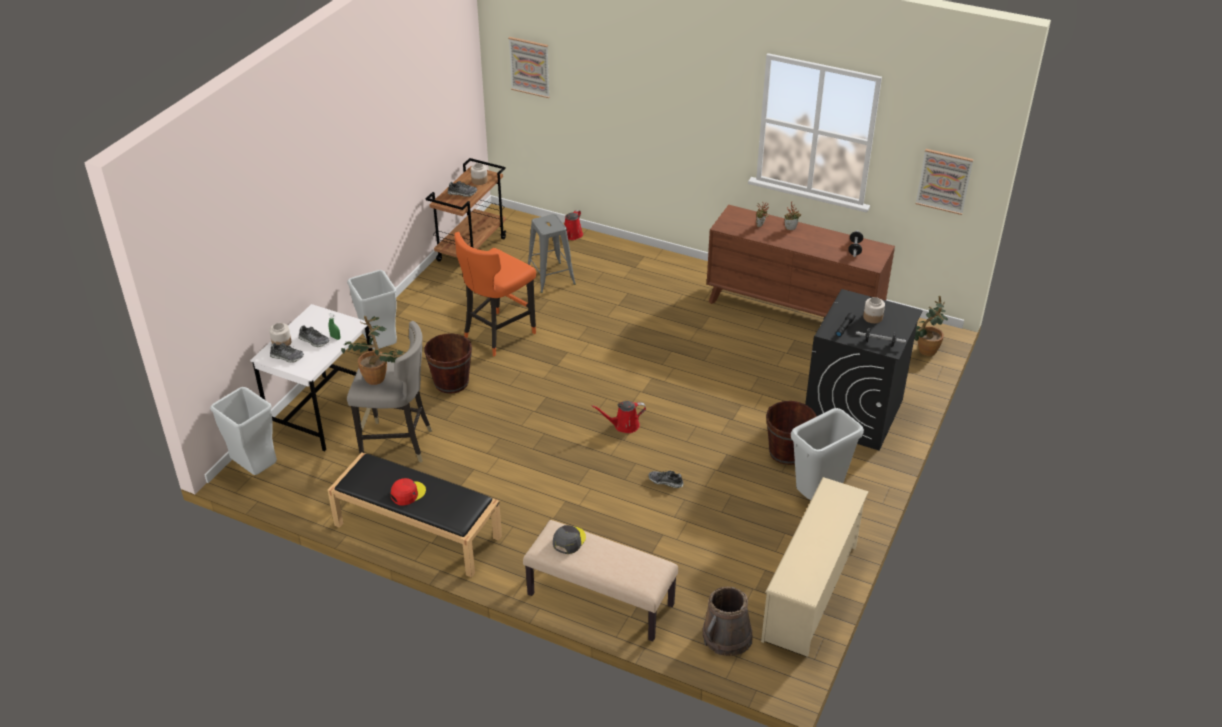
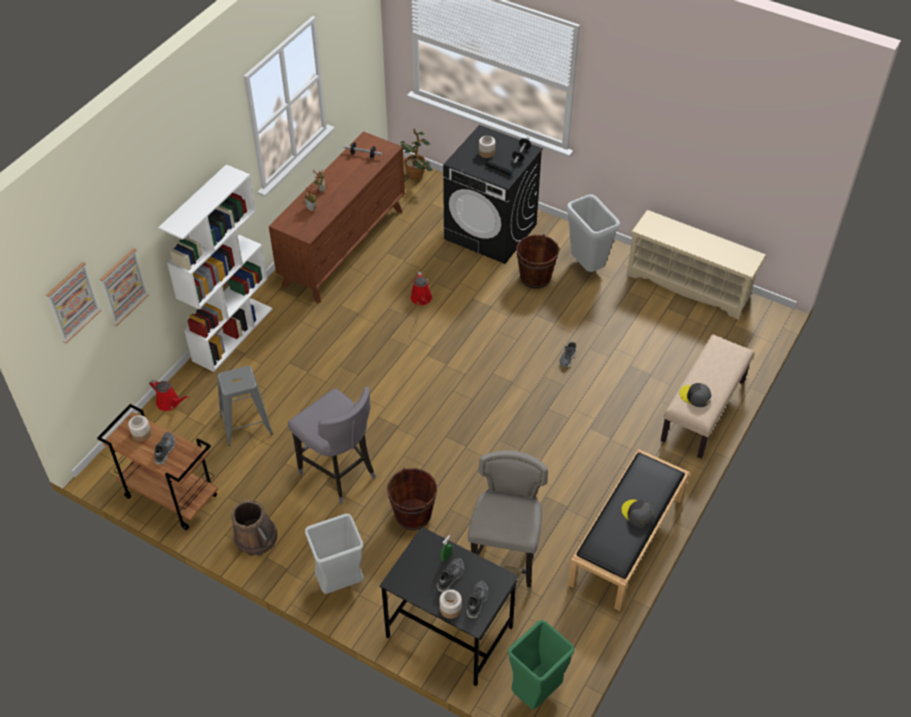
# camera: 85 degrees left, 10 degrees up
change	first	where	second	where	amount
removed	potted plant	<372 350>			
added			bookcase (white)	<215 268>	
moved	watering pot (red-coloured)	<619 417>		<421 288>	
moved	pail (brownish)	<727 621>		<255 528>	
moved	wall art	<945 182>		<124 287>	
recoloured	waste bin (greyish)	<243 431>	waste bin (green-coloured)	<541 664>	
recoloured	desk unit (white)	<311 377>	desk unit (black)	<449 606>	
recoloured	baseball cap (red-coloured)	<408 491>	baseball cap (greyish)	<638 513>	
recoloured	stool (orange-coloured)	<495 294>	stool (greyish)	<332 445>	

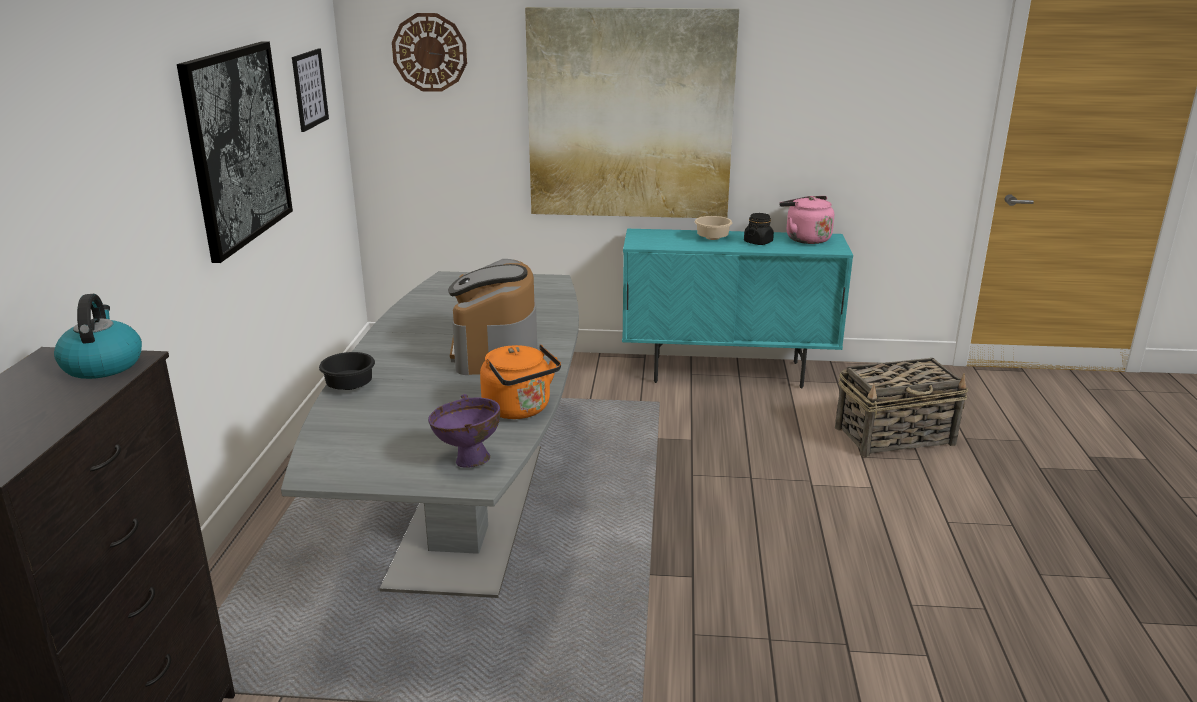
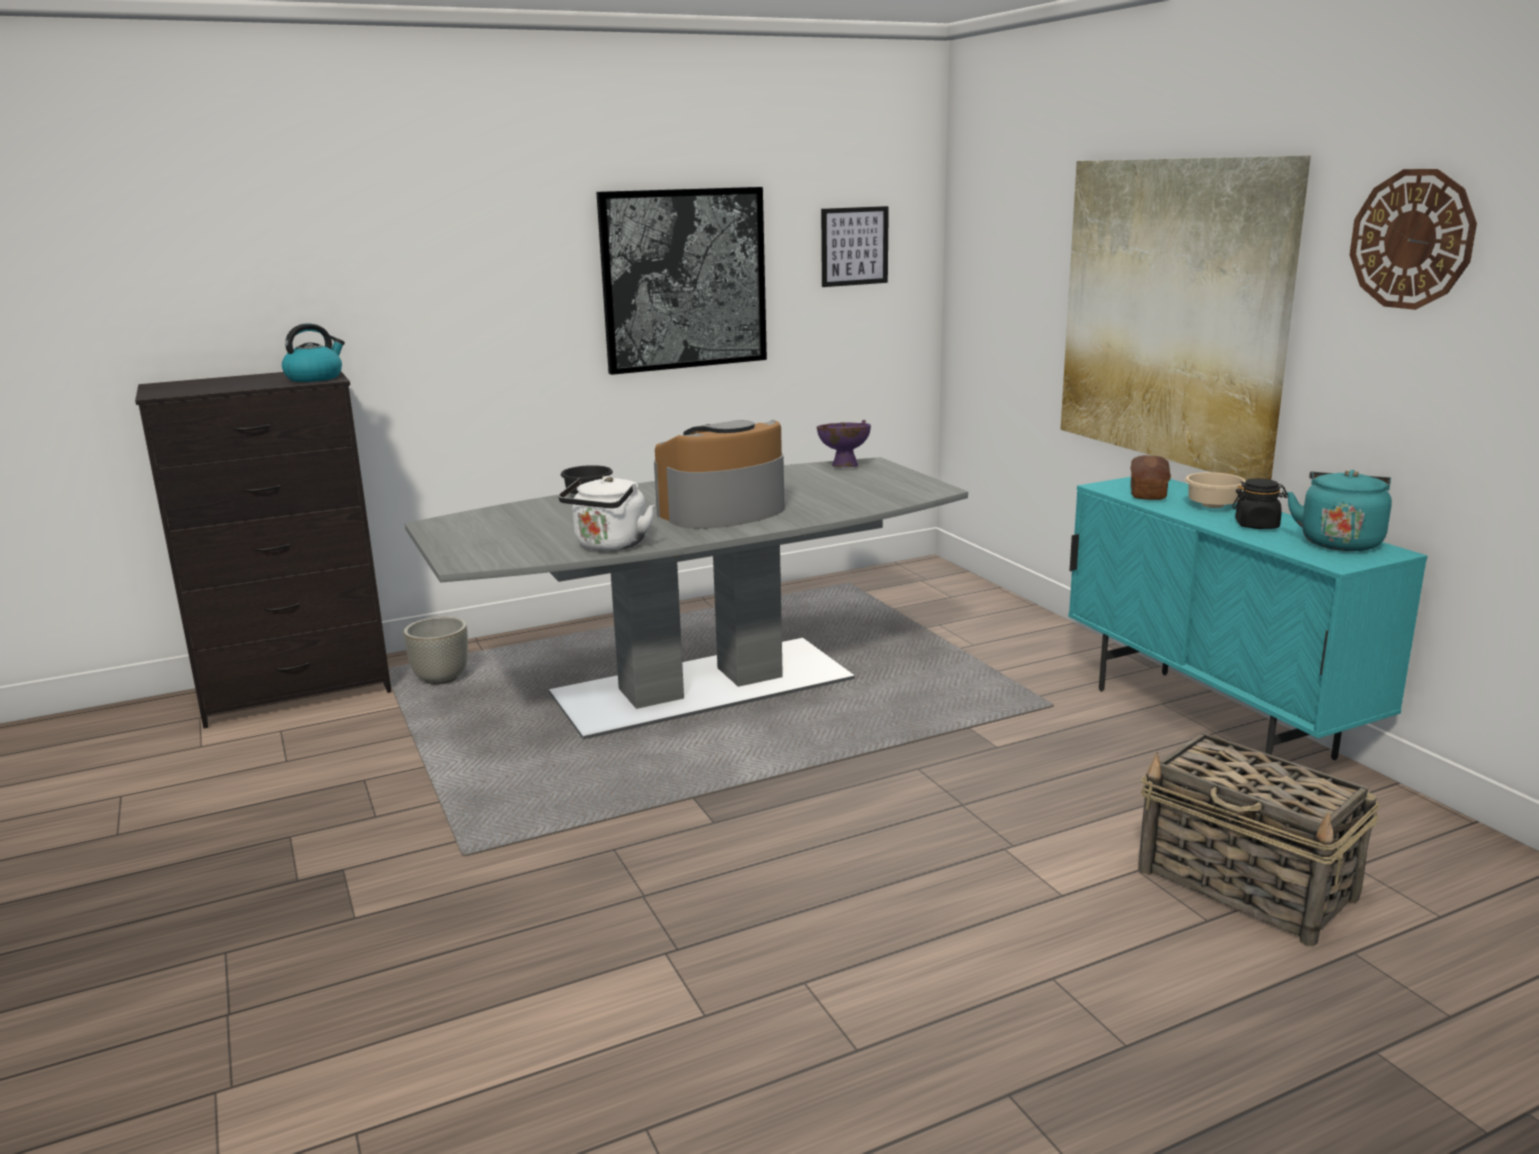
# camera: 60 degrees right, 5 degrees down
change	first	where	second	where	amount
added			flower pot (greyish)	<436 650>	
added			bread	<1151 477>	
moved	wall clock	<429 52>		<1413 239>	
moved	serving bowl (purplish)	<464 431>		<844 443>	
recoloured	kettle (orange-coloured)	<520 382>	kettle (white)	<606 513>	
recoloured	kettle (pink)	<806 220>	kettle (blue-green)	<1339 510>	

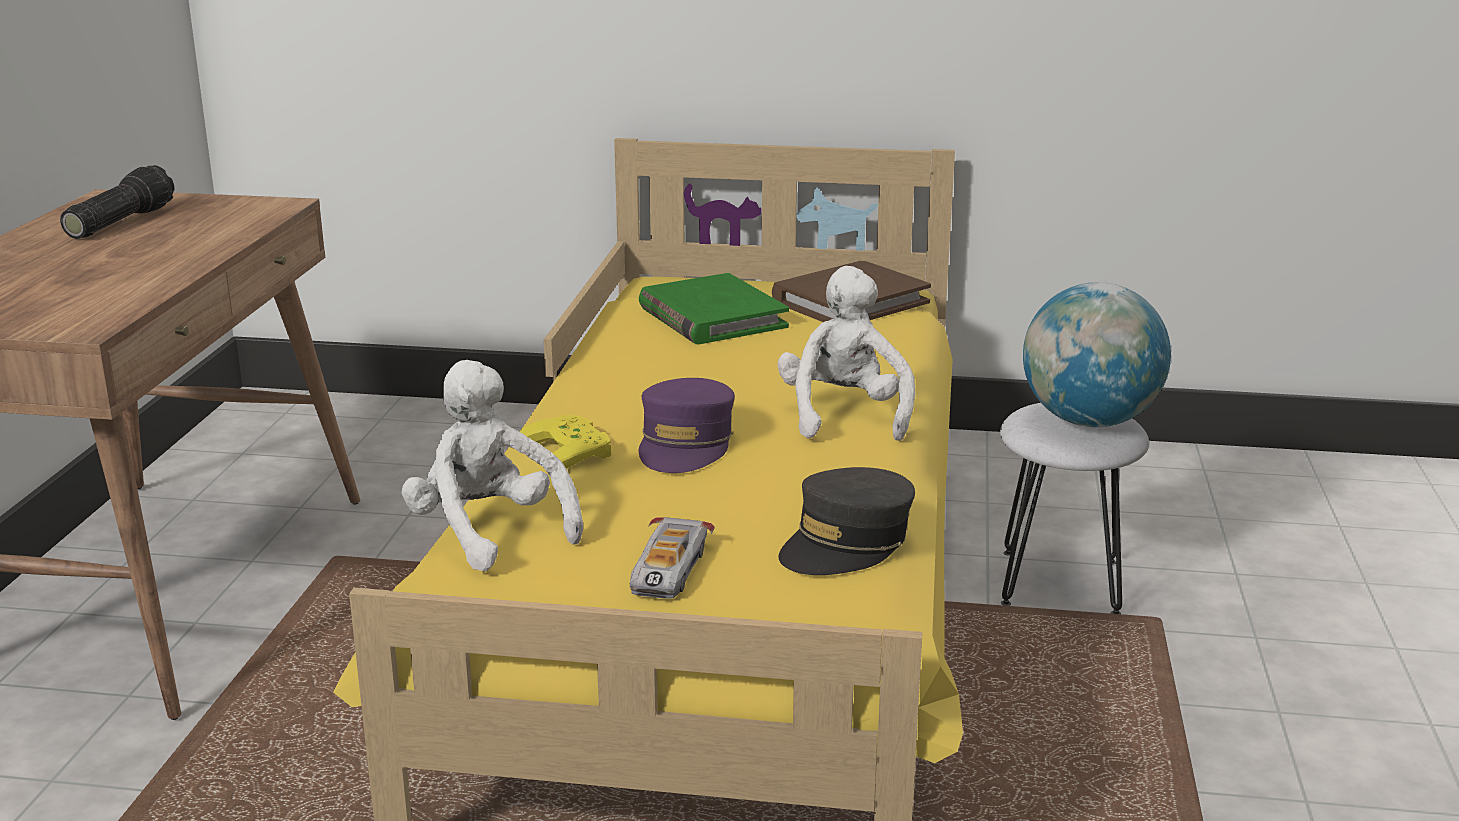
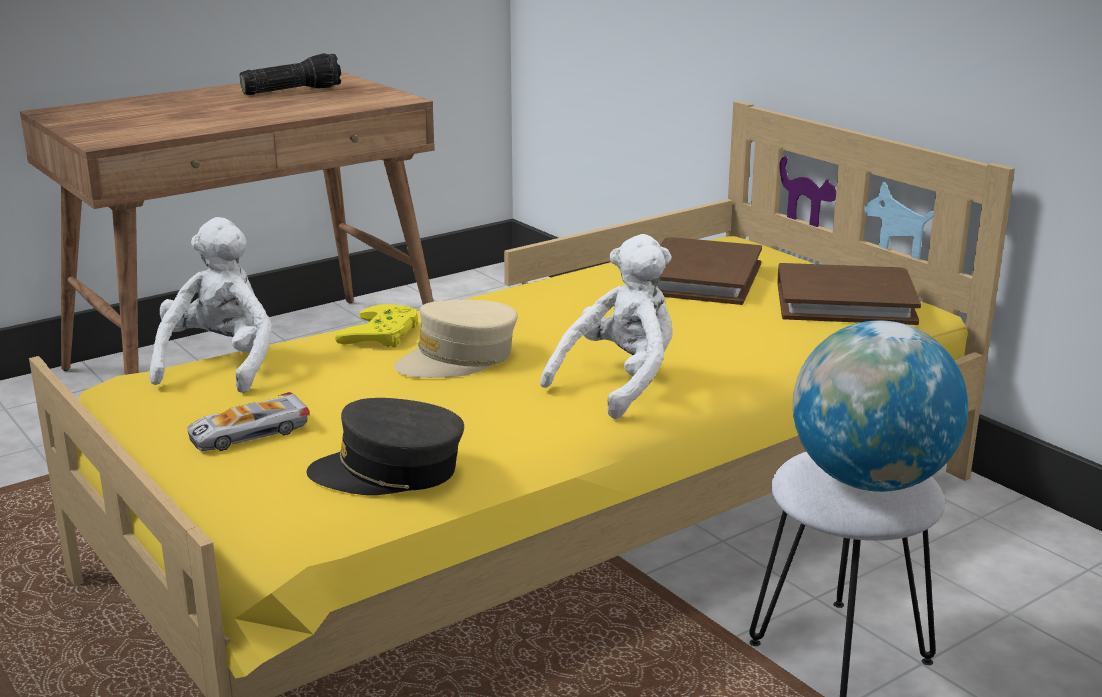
# camera: 45 degrees right, 0 degrees up
change	first	where	second	where	amount
recoloured	baseball cap (purplish)	<686 425>	baseball cap (sand-coloured)	<456 339>	
recoloured	bound book (green-coloured)	<714 308>	bound book (brownish)	<709 271>	

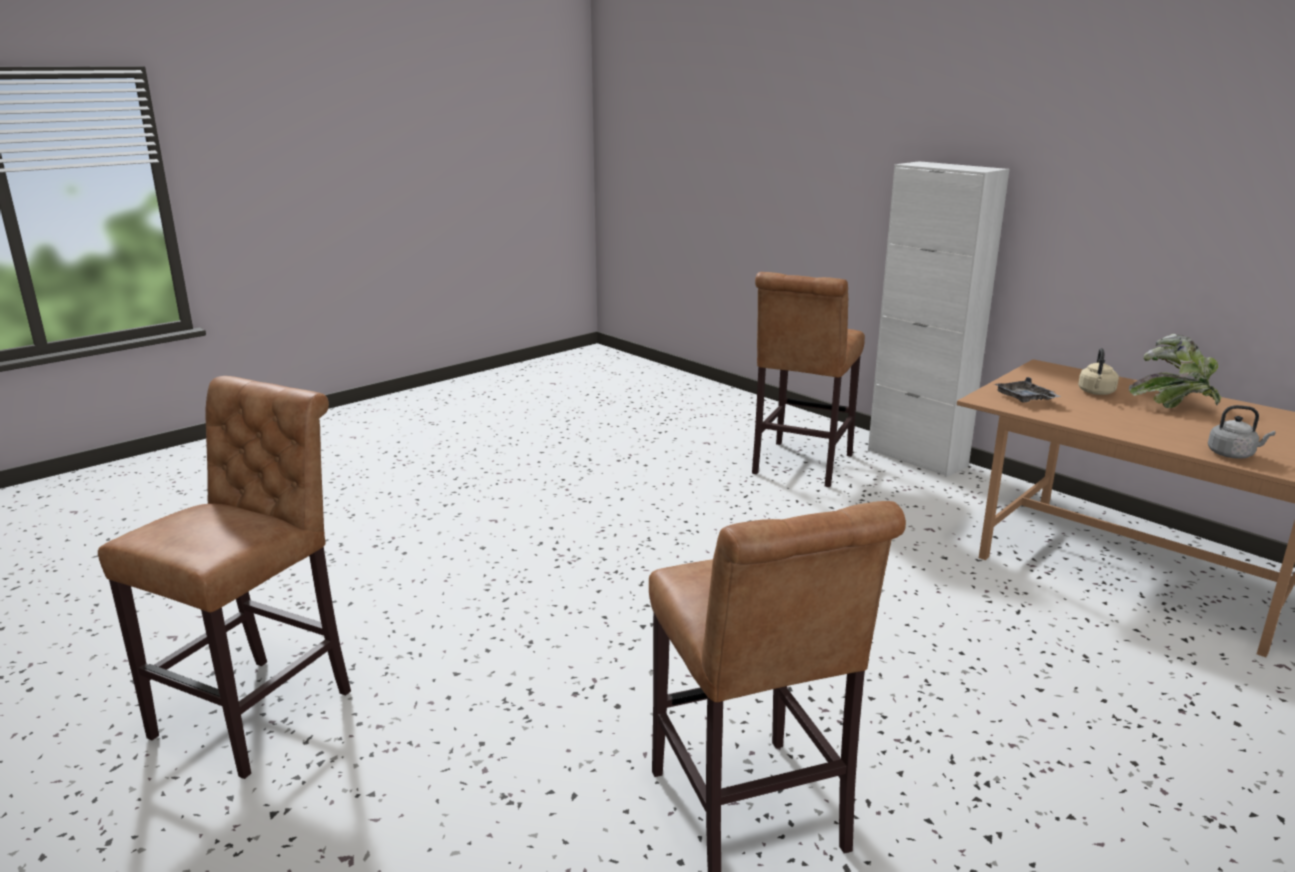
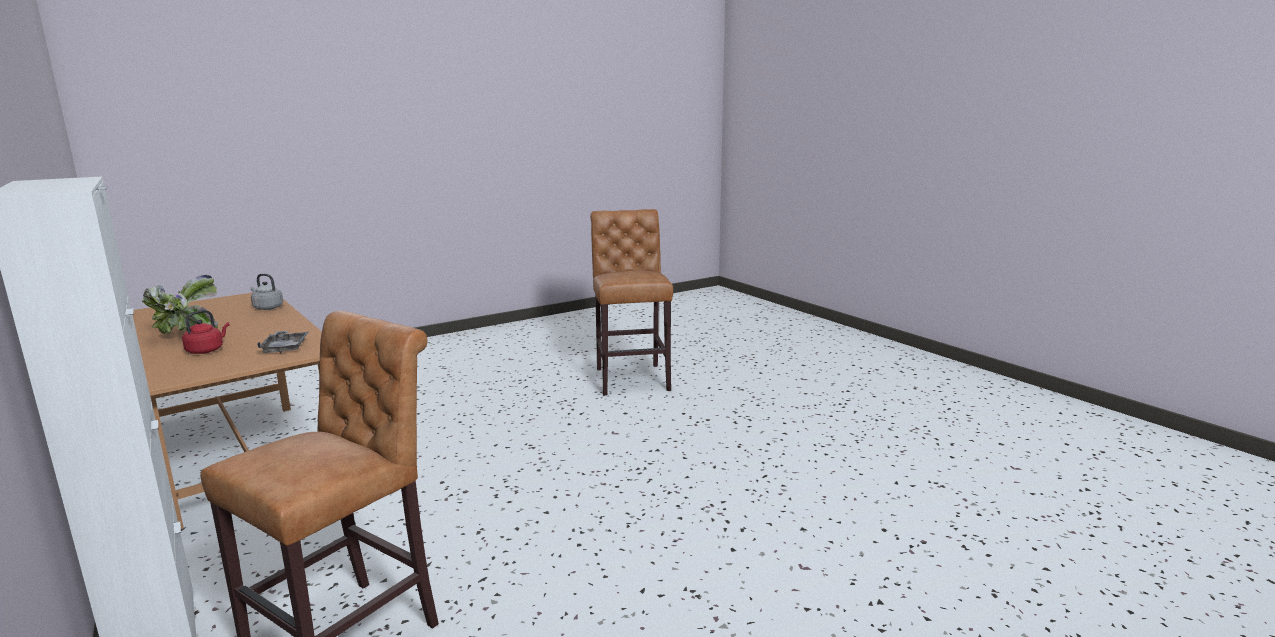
# camera: 170 degrees left, 5 degrees down
change	first	where	second	where	amount
removed	stool (brownish)	<224 577>			
recoloured	kettle (sand-coloured)	<1098 371>	kettle (red-coloured)	<205 332>	

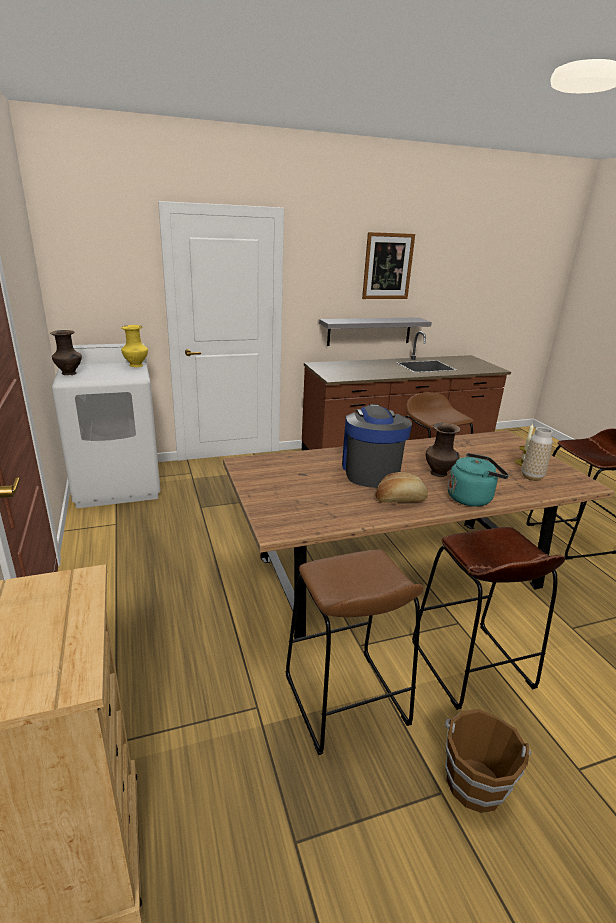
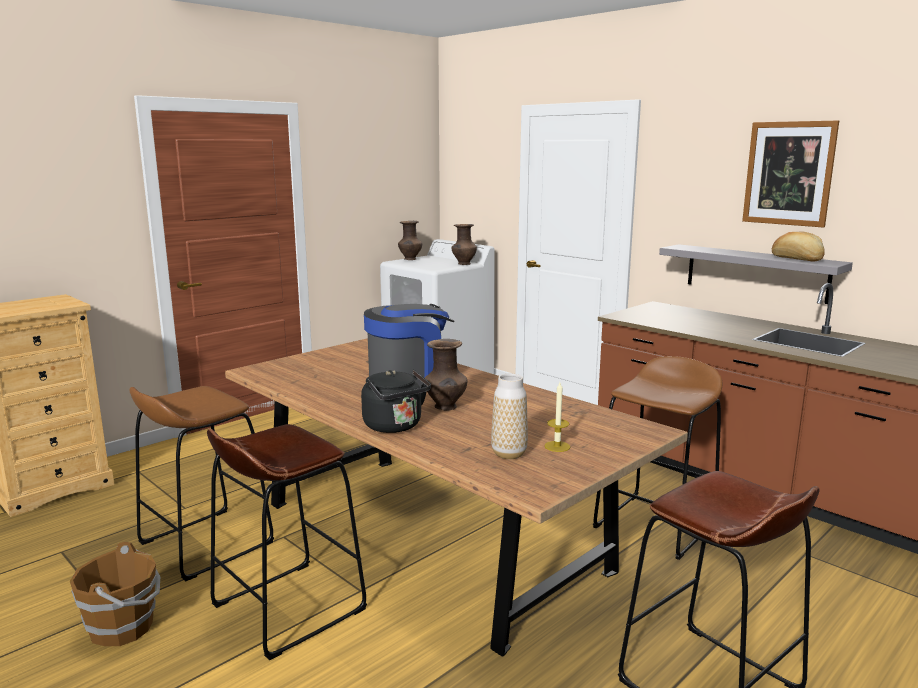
# camera: 65 degrees right, 10 degrees down
change	first	where	second	where	amount
moved	bread	<401 487>		<798 246>	
recoloured	flower vase (yellowish)	<134 346>	flower vase (brownish)	<464 244>	
recoloured	kettle (blue-green)	<478 480>	kettle (black)	<396 401>	

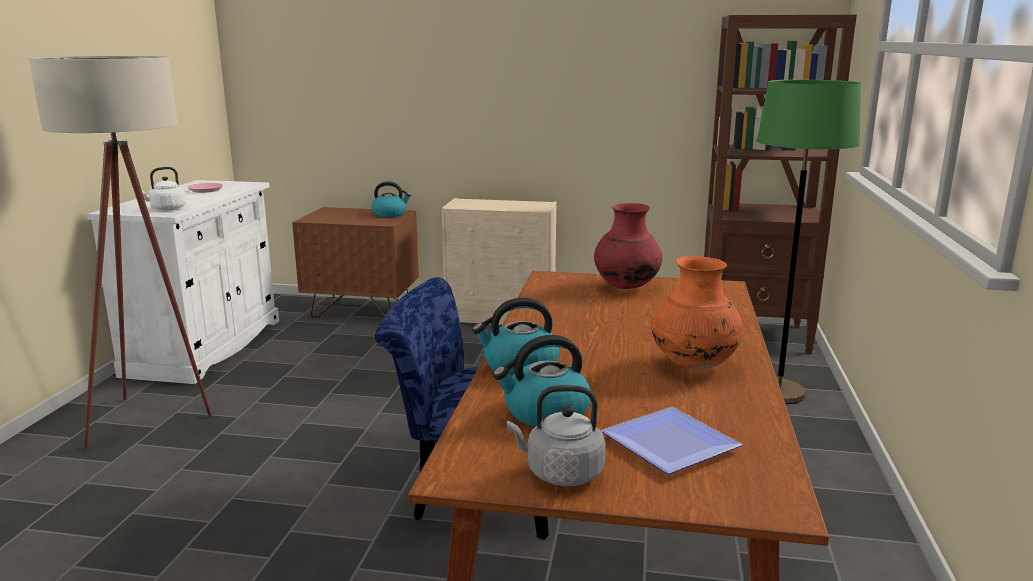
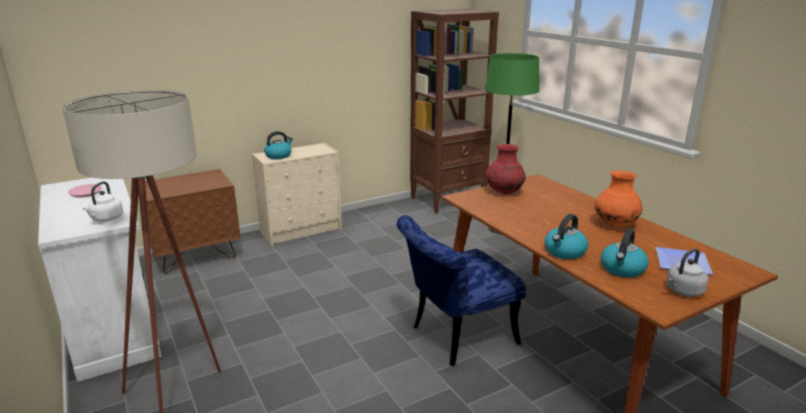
# camera: 40 degrees left, 5 degrees up
change	first	where	second	where	amount
moved	kettle	<391 199>		<278 145>	

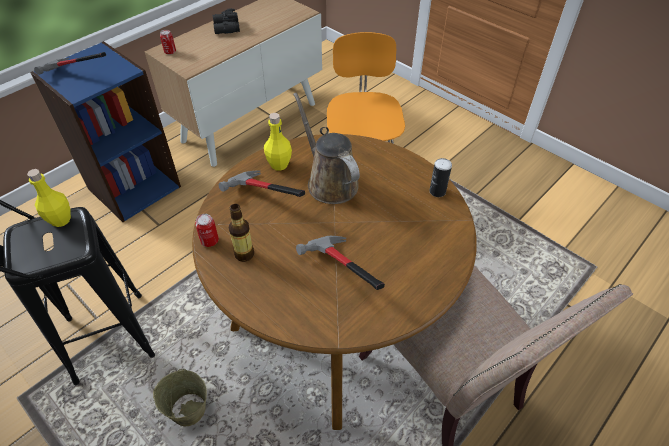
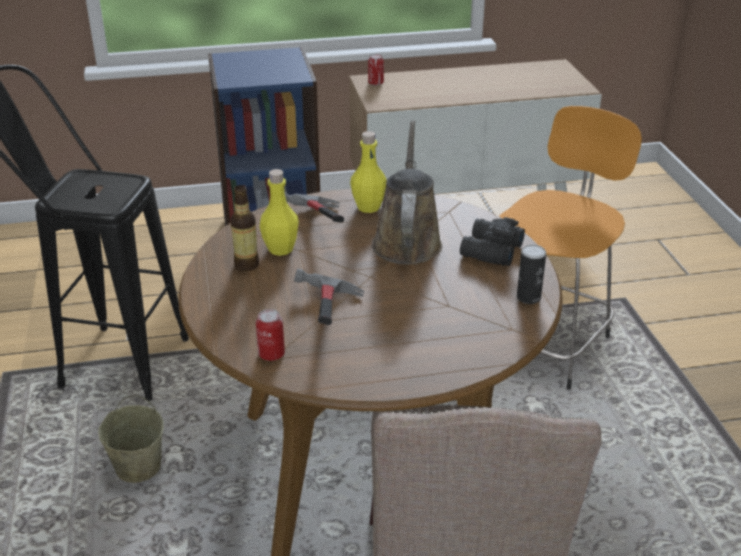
# camera: 35 degrees right, 15 degrees down
change	first	where	second	where	amount
removed	hand hammer	<70 63>			
moved	beverage bottle (yellowish)	<49 198>		<279 212>	
moved	can	<207 230>		<270 335>	
moved	field glasses (black)	<226 21>		<492 241>	

